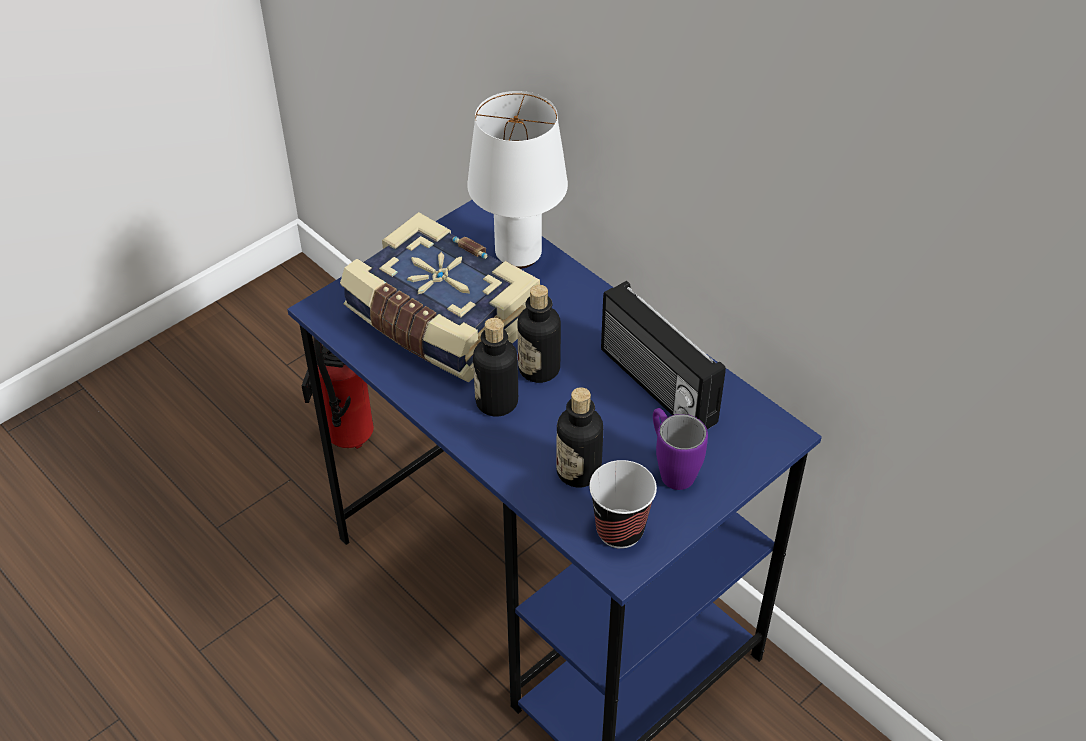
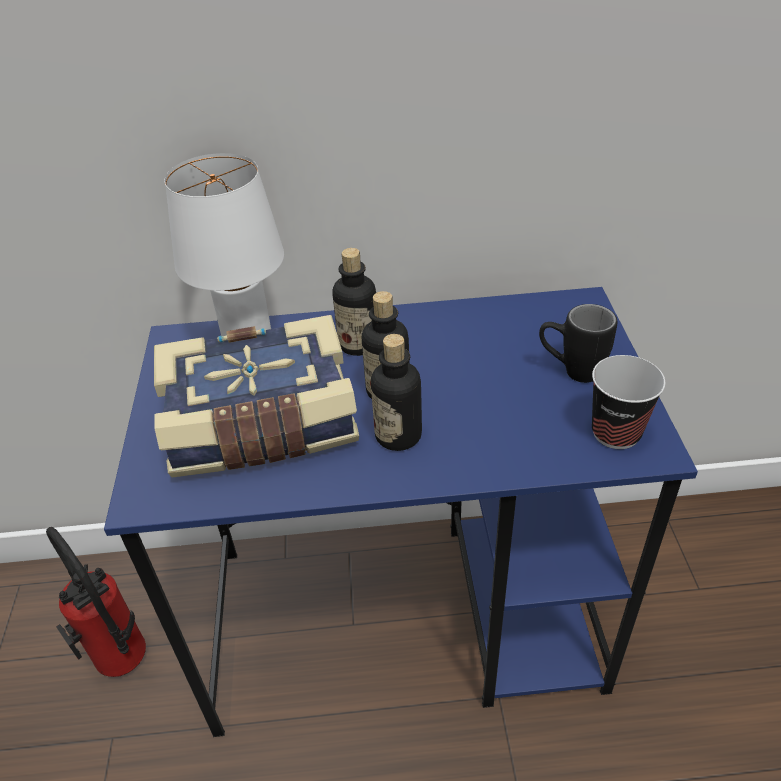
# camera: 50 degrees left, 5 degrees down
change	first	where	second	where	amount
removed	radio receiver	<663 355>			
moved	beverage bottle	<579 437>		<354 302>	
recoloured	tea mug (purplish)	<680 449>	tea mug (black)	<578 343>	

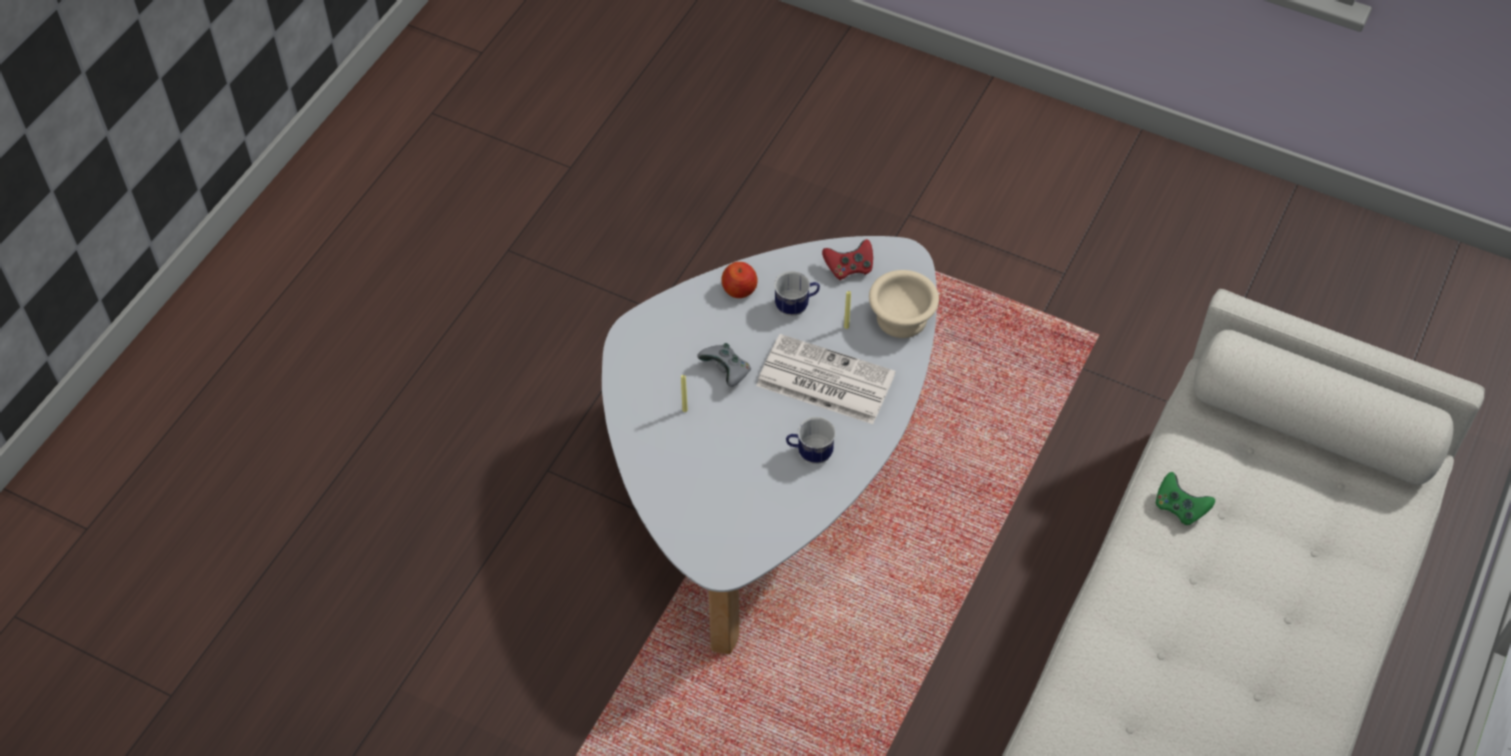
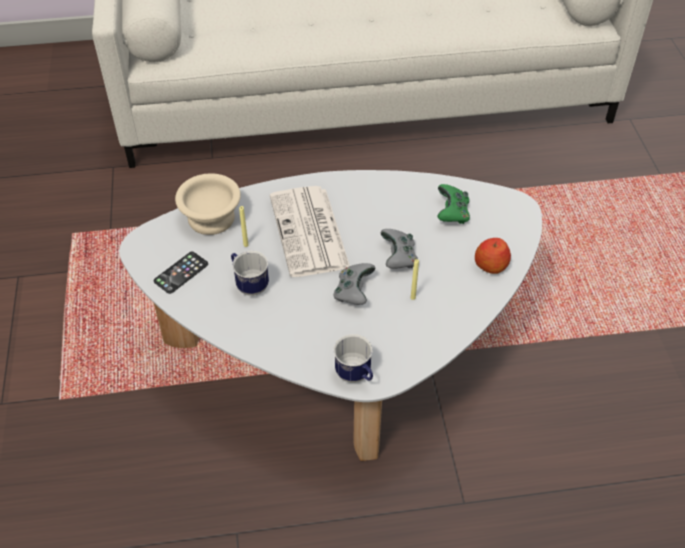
# camera: 125 degrees left, 5 degrees down
change	first	where	second	where	amount
added			gamepad (greyish)	<399 249>	
moved	apple	<739 280>		<493 256>	
moved	tea mug	<810 440>		<353 358>	
moved	gamepad (green-coloured)	<1185 498>		<453 204>	
replaced	gamepad (red-coloured)	<847 259>	handset	<181 273>	

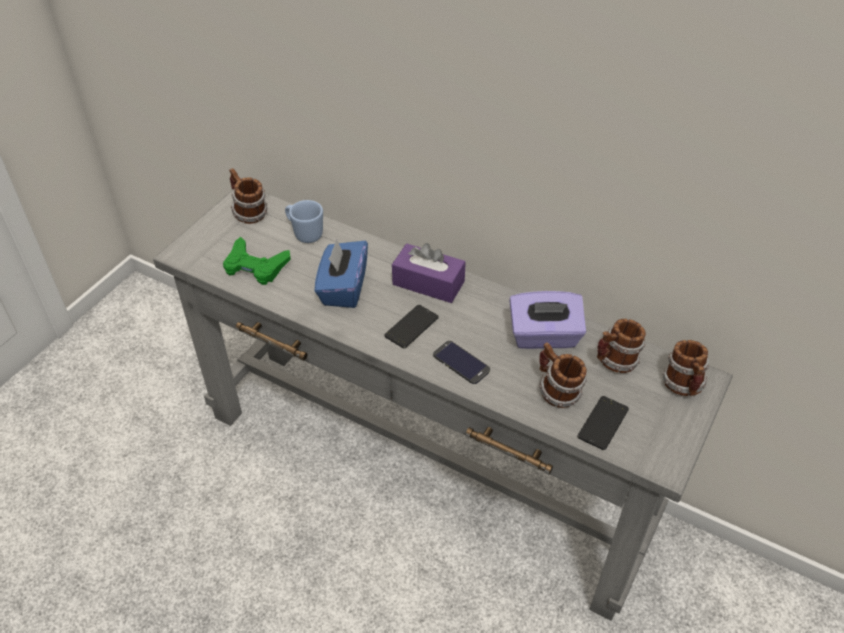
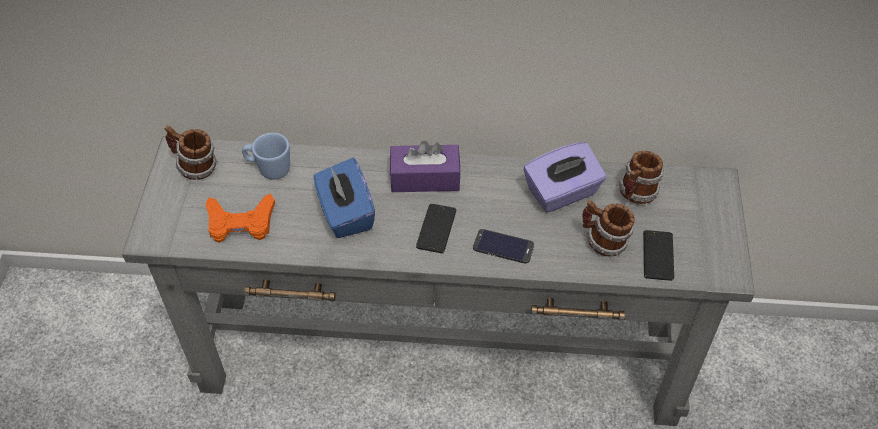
# camera: 25 degrees left, 5 degrees up
change	first	where	second	where	amount
removed	tea mug	<685 368>			
recoloured	gamepad (green-coloured)	<257 261>	gamepad (orange-coloured)	<240 218>	

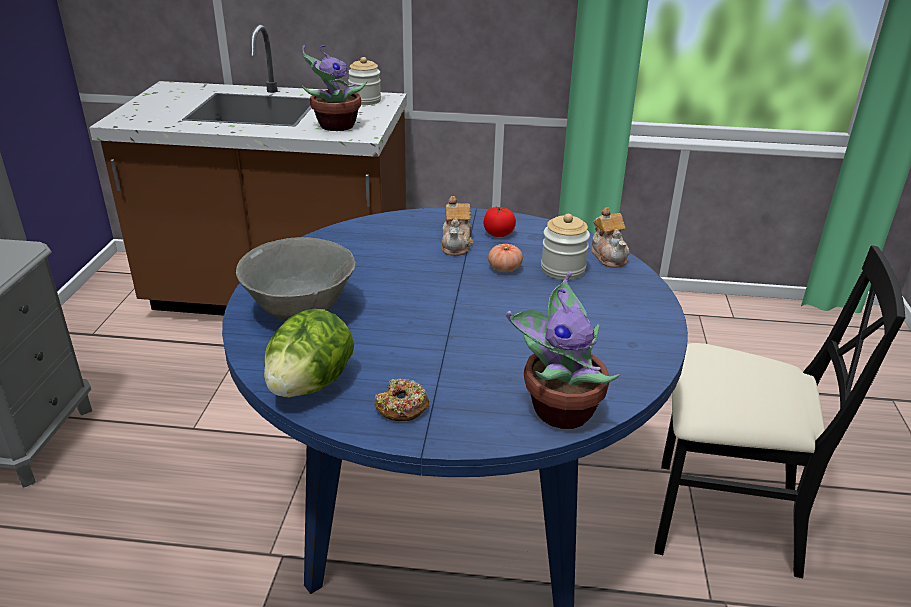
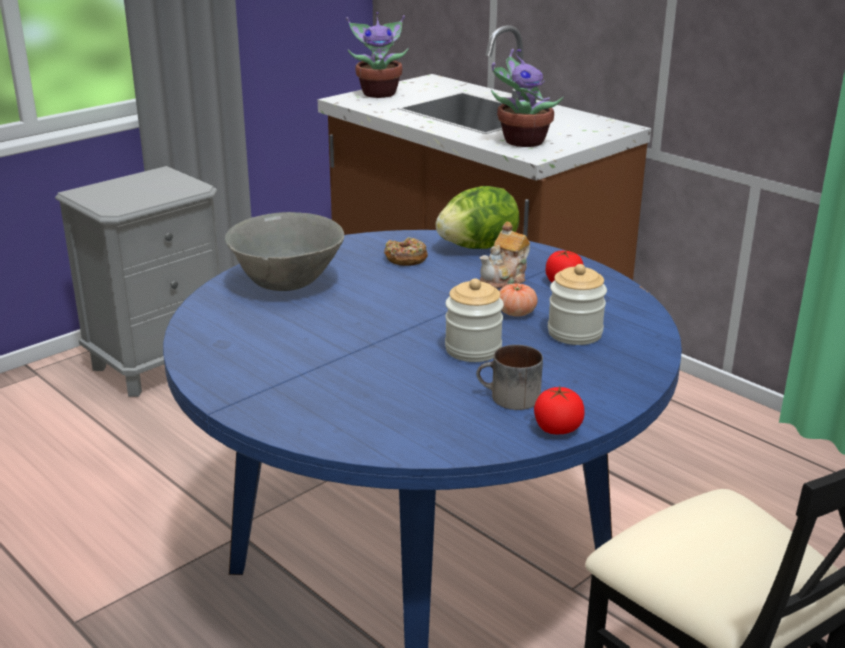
# camera: 40 degrees right, 5 degrees down
change	first	where	second	where	amount
removed	tea pot	<610 237>			
added			tea mug	<509 377>	
added			fresh tomato	<559 410>	
moved	head of lettuce	<309 353>		<478 217>	
moved	storage jar	<364 81>		<474 320>	
moved	ring doughnut	<401 399>		<406 251>	
moved	potted plant	<563 350>		<377 55>	

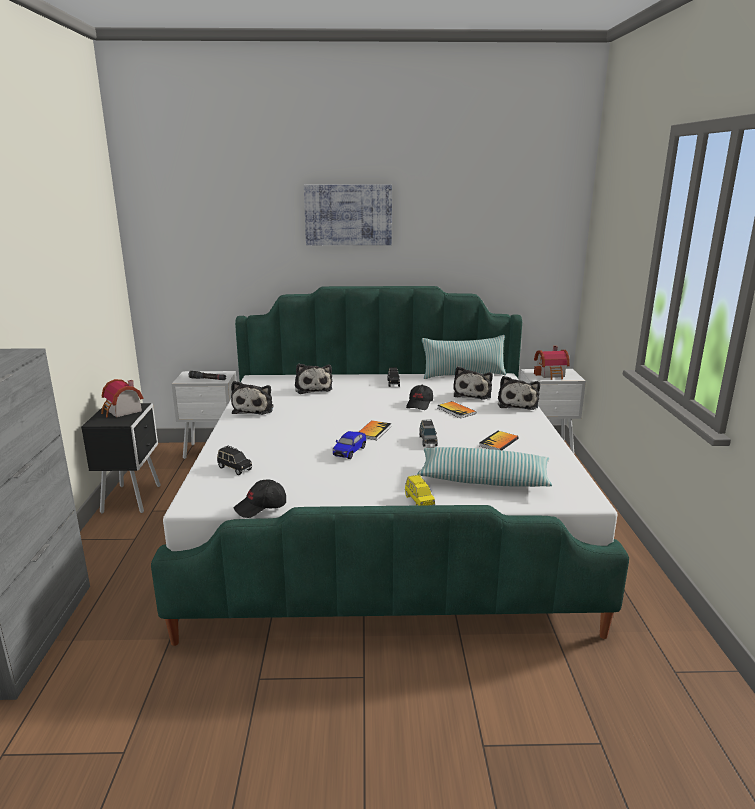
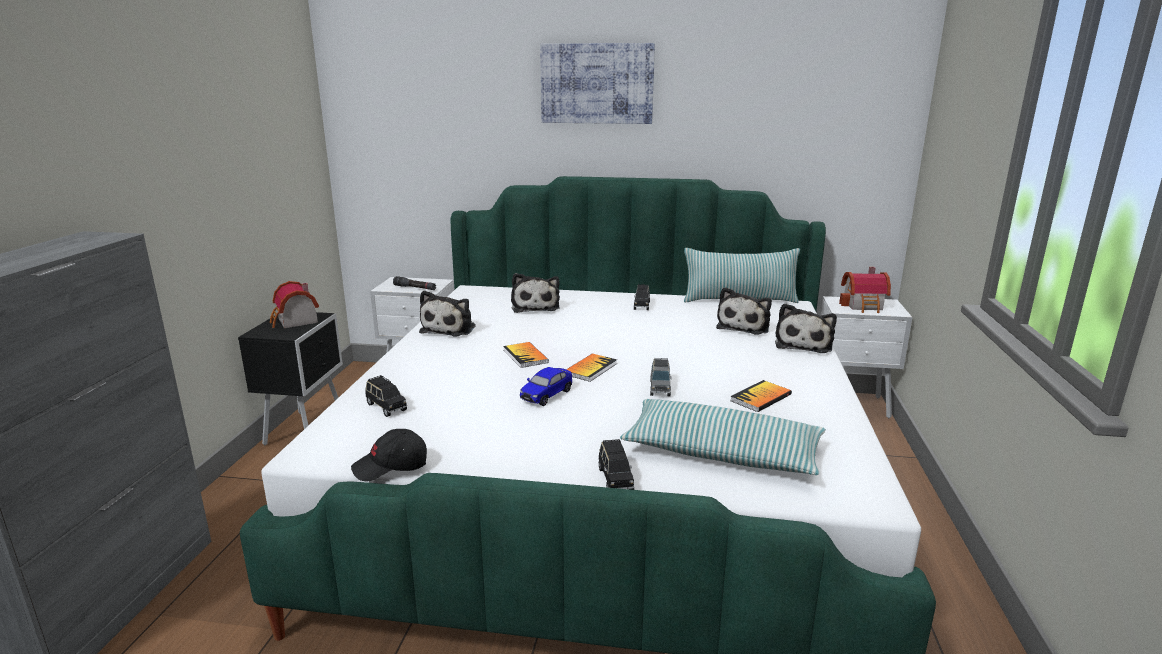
# camera: 10 degrees right, 0 degrees up
change	first	where	second	where	amount
removed	baseball cap (black)	<419 397>			
moved	bound book	<456 410>		<526 355>	
recoloured	toy car (yellowish)	<420 490>	toy car (black)	<616 464>	

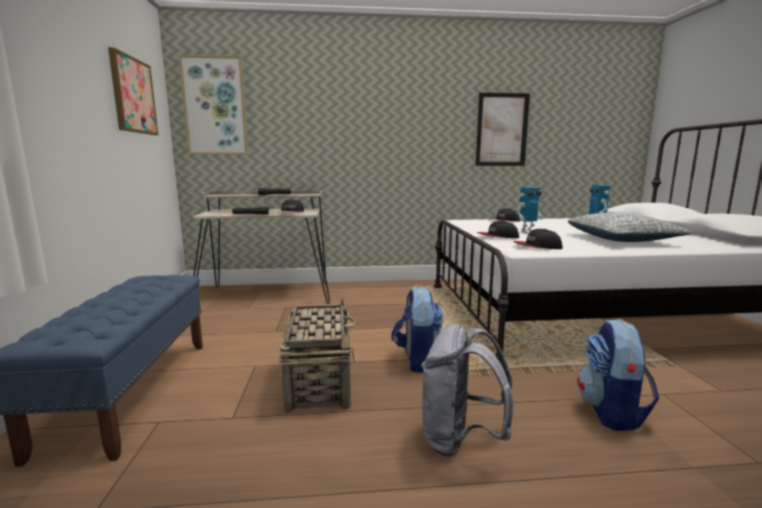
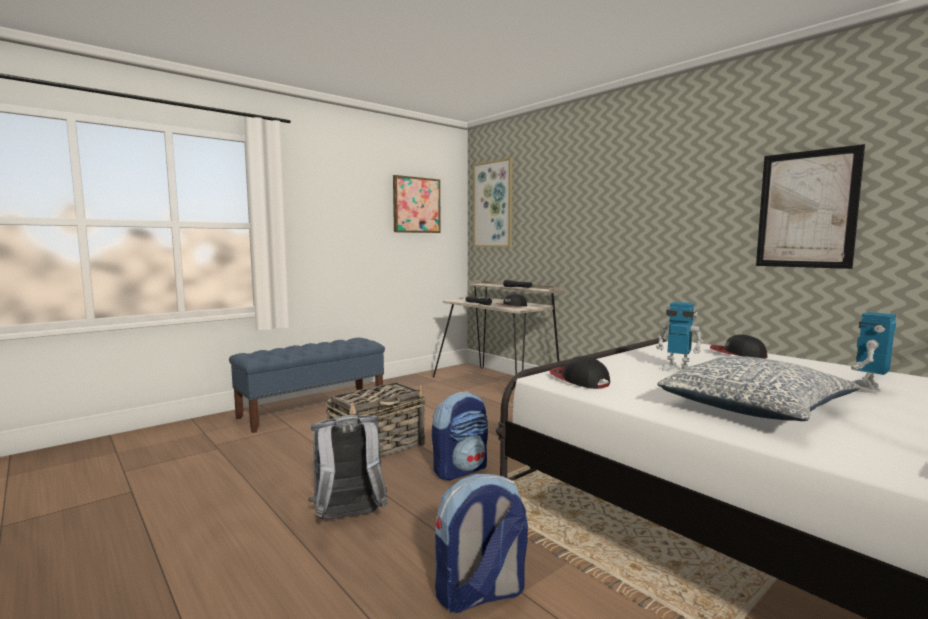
# camera: 55 degrees right, 5 degrees down
change	first	where	second	where	amount
removed	baseball cap	<498 229>			

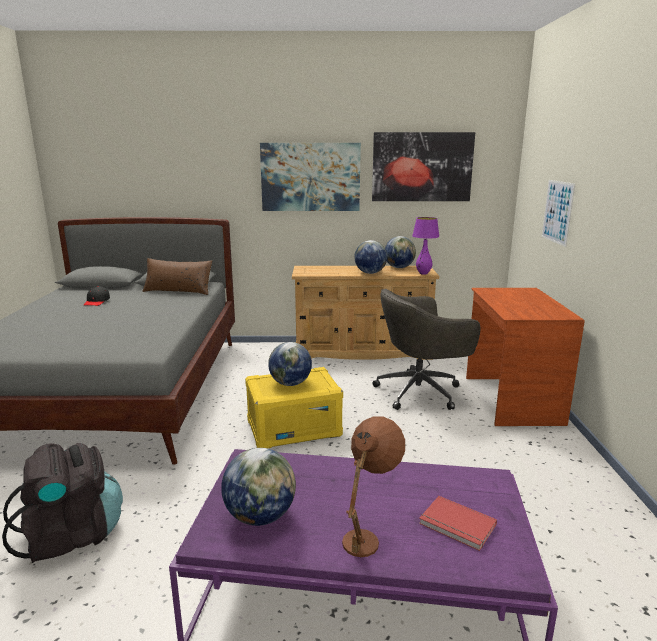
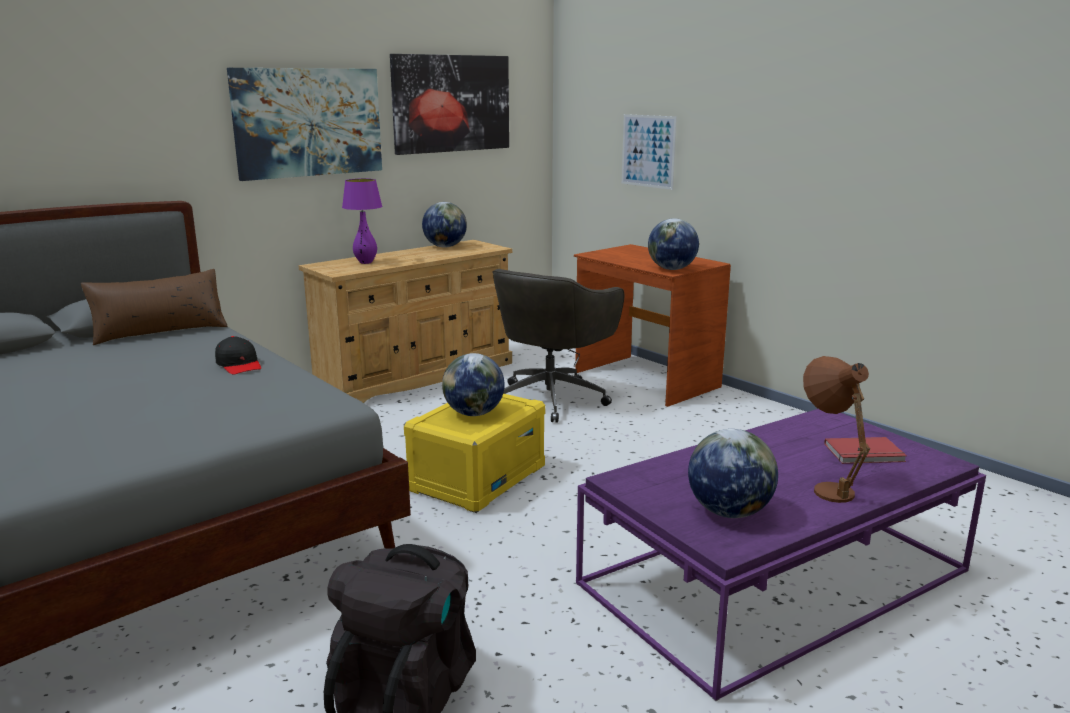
# camera: 40 degrees left, 0 degrees up
change	first	where	second	where	amount
moved	baseball cap (black)	<96 296>		<238 355>	
moved	globe	<370 257>		<673 244>	
moved	lamp for a table (purplish)	<425 246>		<362 221>	

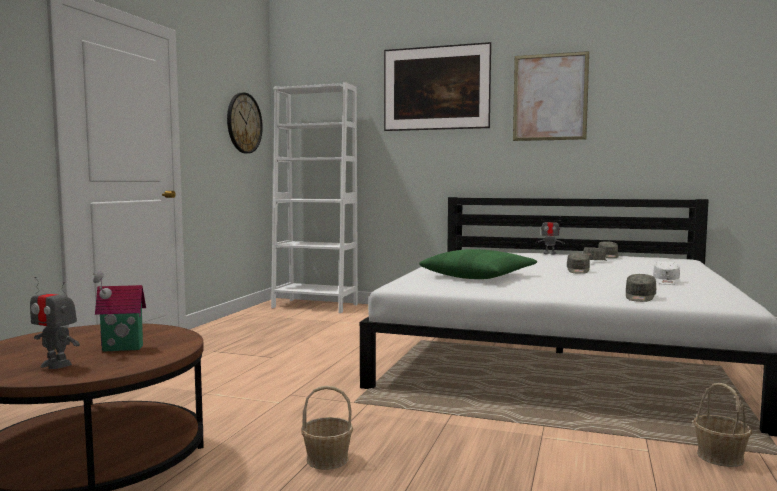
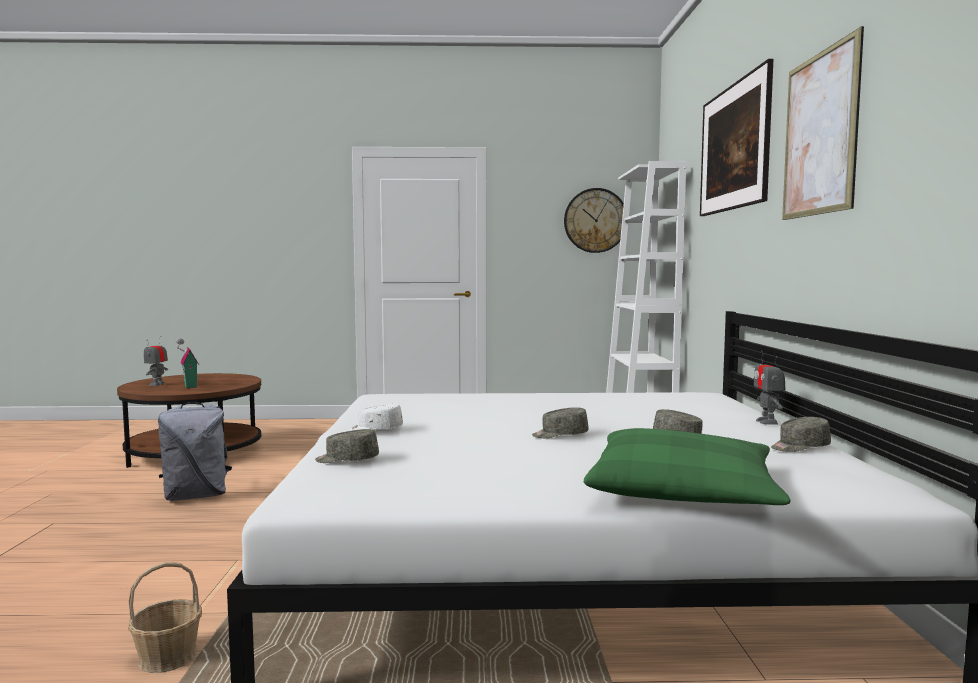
# camera: 70 degrees right, 0 degrees up
change	first	where	second	where	amount
moved	pillow (green-coloured)	<478 264>		<687 466>	
moved	baseball cap (white)	<666 273>		<376 417>	
replaced	storage basket	<327 428>	knapsack (greyish)	<195 451>	

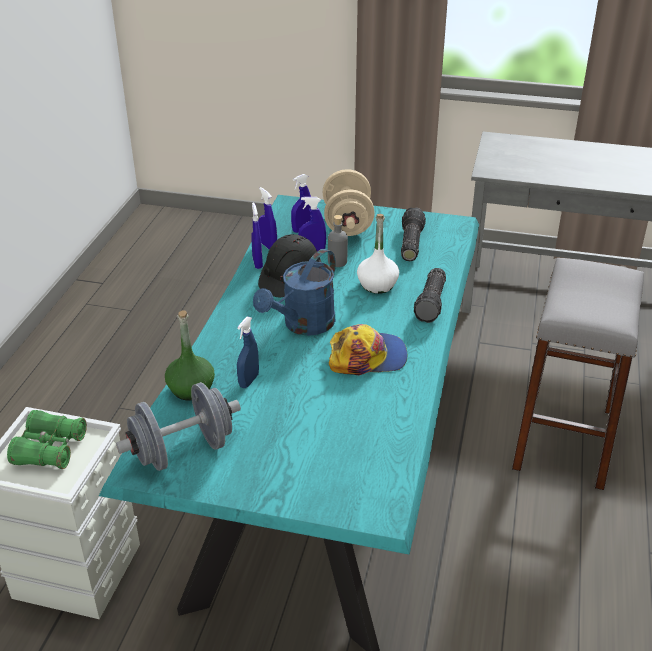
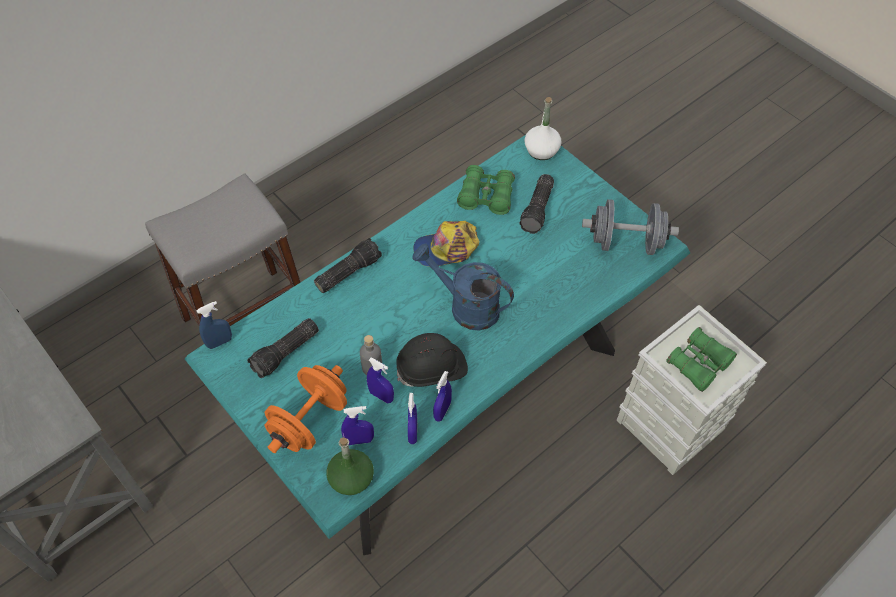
# camera: 145 degrees left, 20 degrees up
change	first	where	second	where	amount
added			field glasses (green-coloured)	<486 190>	
added			flashlight	<537 204>	
moved	beverage bottle (green-coloured)	<190 355>		<350 466>	
moved	spray bottle (blue-coloured)	<248 352>		<214 325>	
moved	beverage bottle (white)	<378 254>		<543 128>	
recoloured	dumbbell (sand-coloured)	<349 202>	dumbbell (orange-coloured)	<306 409>	
turned	watering pot (blue-coloured)	<294 292>		<463 287>	135 degrees counterclockwise
turned	baseball cap	<368 349>		<446 244>	45 degrees counterclockwise

